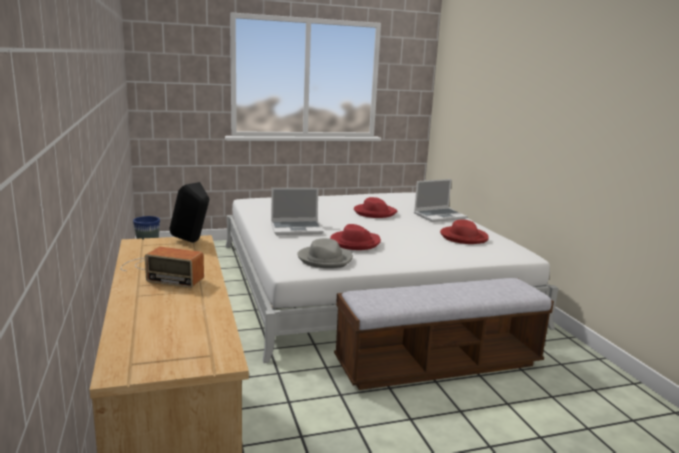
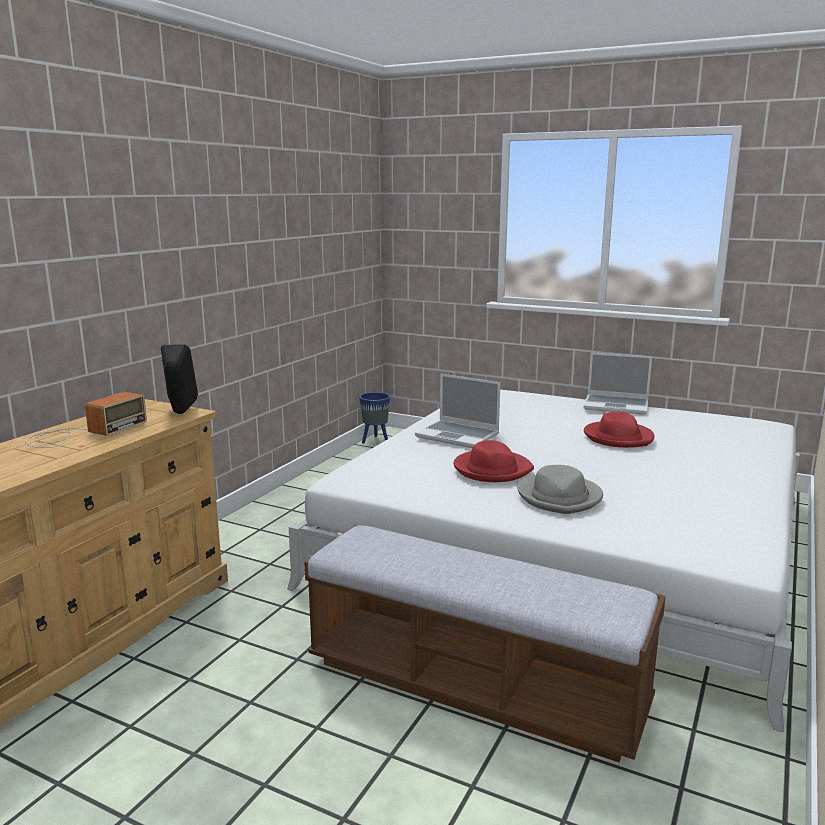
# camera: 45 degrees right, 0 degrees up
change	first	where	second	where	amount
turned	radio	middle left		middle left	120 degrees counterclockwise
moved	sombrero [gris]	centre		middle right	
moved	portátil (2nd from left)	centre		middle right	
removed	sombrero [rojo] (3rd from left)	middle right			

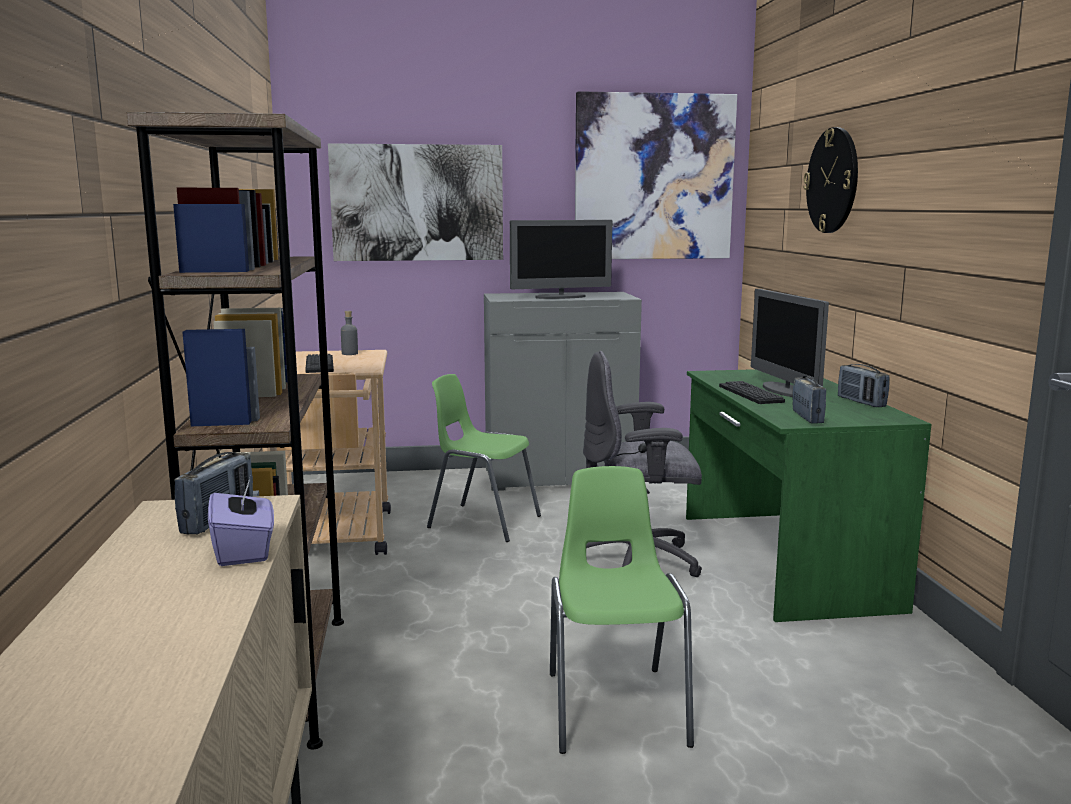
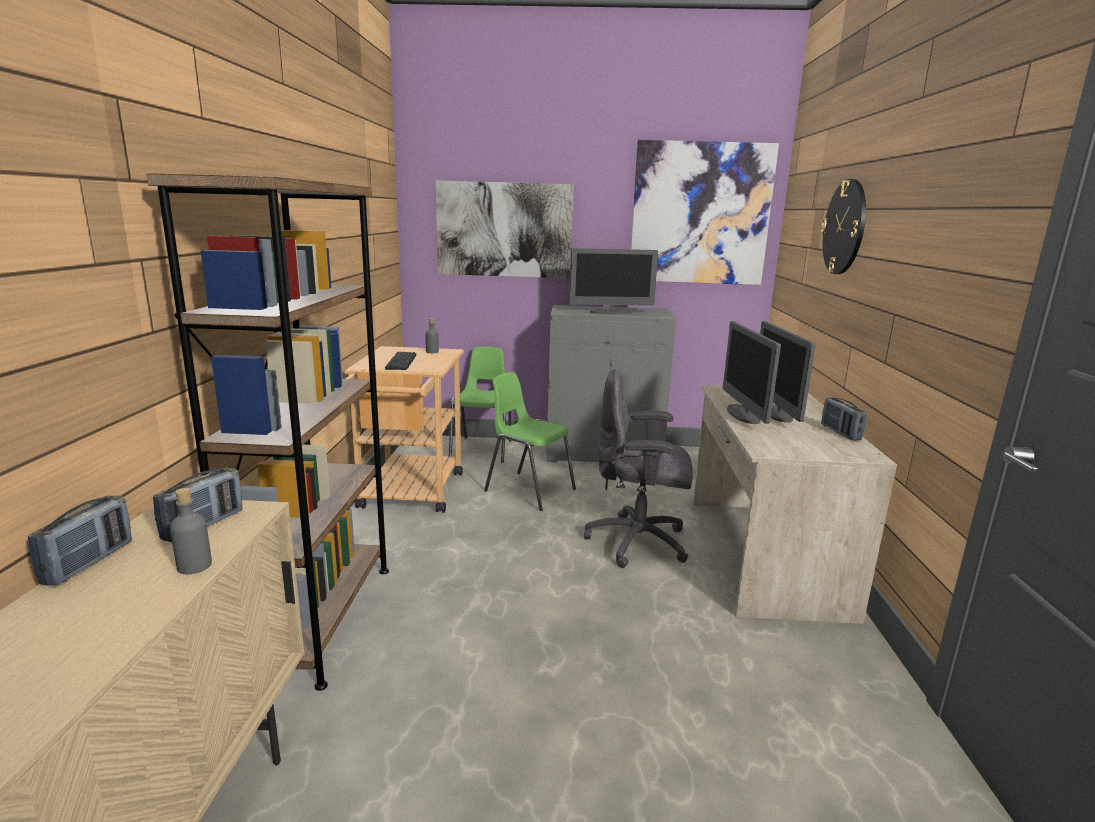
# camera: 10 degrees right, 5 degrees up
change	first	where	second	where	amount
replaced	caja de pañuelos [morado]	middle left	botella [gris] (1st from left)	middle left	
moved	silla [verde] (2nd from left in the first image)	bottom centre	silla [verde] (1st from left)	centre	
recoloured	escritorio [verde]	middle right	escritorio [beis]	middle right	
replaced	teclado (2nd from left)	middle right	monitor (2nd from left)	middle right	
moved	radio (2nd from left in the first image)	middle right	radio (1st from left)	middle left	

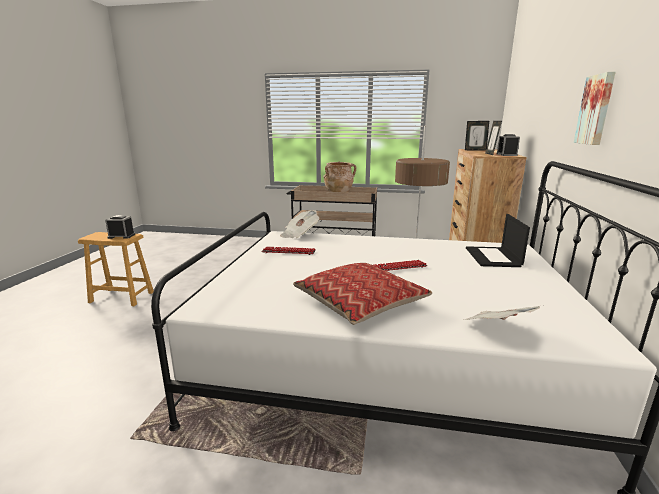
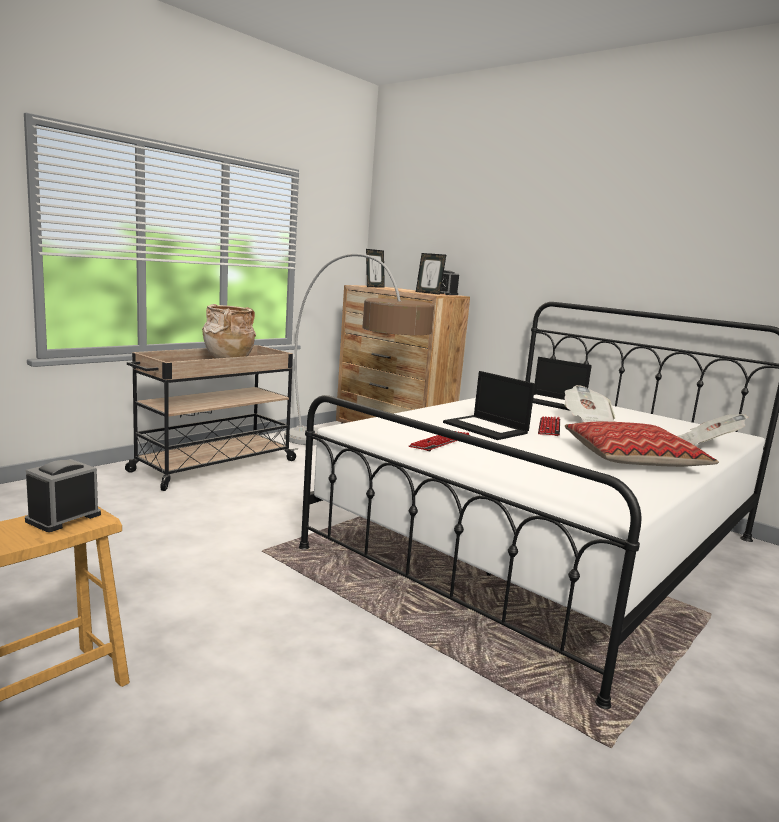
# camera: 60 degrees left, 5 degrees down
change	first	where	second	where	amount
moved	periódico (1st from left)	centre		middle right	
removed	cuadro	top right			
added			portátil (1st from left)	centre	

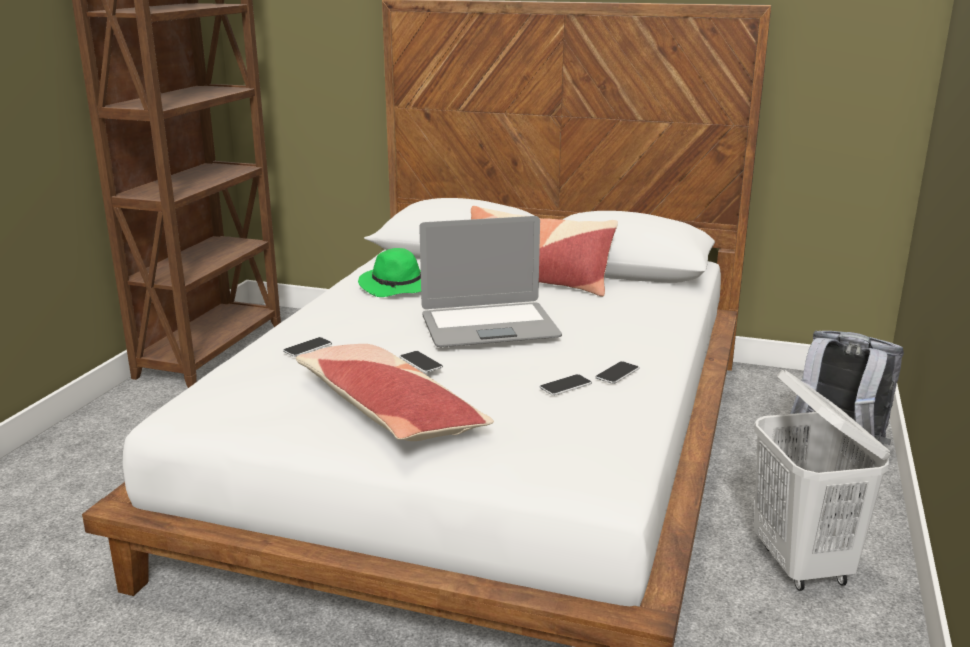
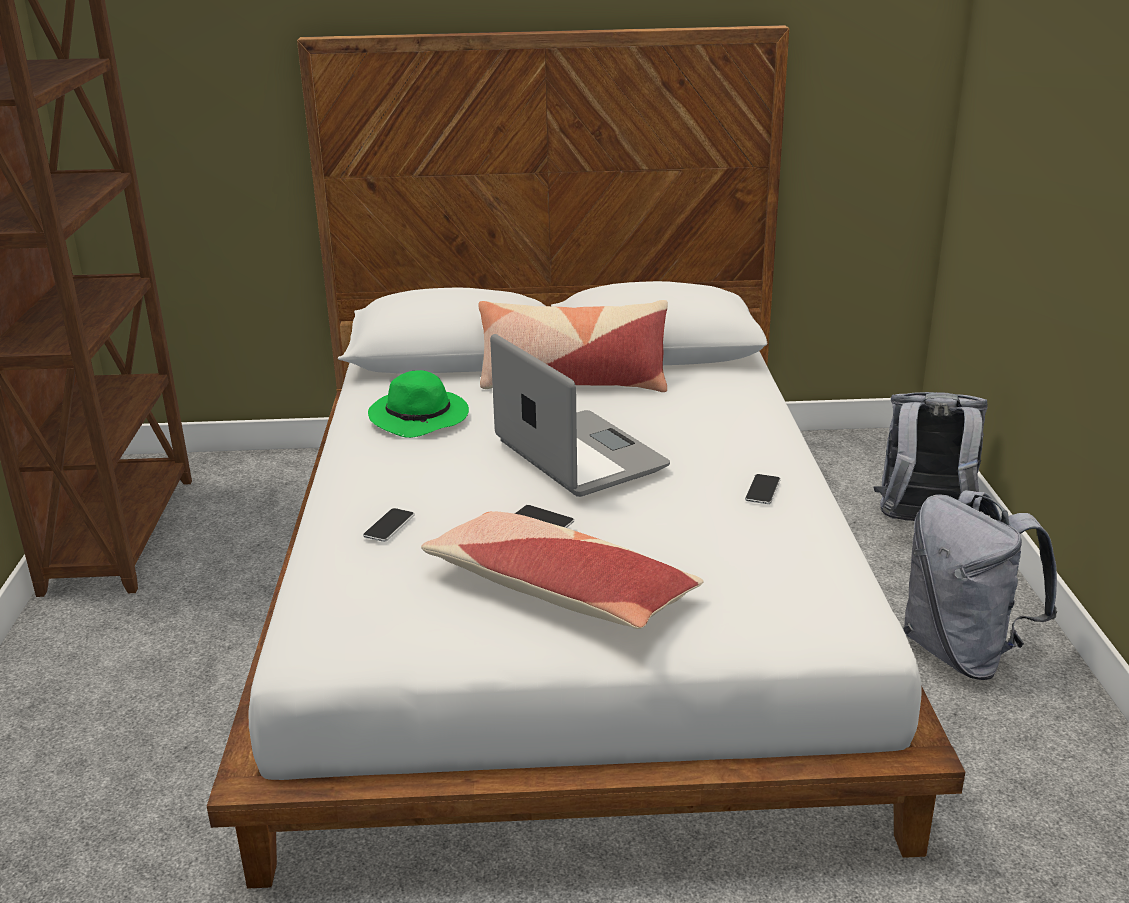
# camera: 20 degrees left, 5 degrees up
change	first	where	second	where	amount
turned	portátil	centre		centre	90 degrees counterclockwise
removed	móvil (3rd from left)	centre			
replaced	cesto de la ropa [blanco]	bottom right	mochila [gris] (2nd from left)	middle right	

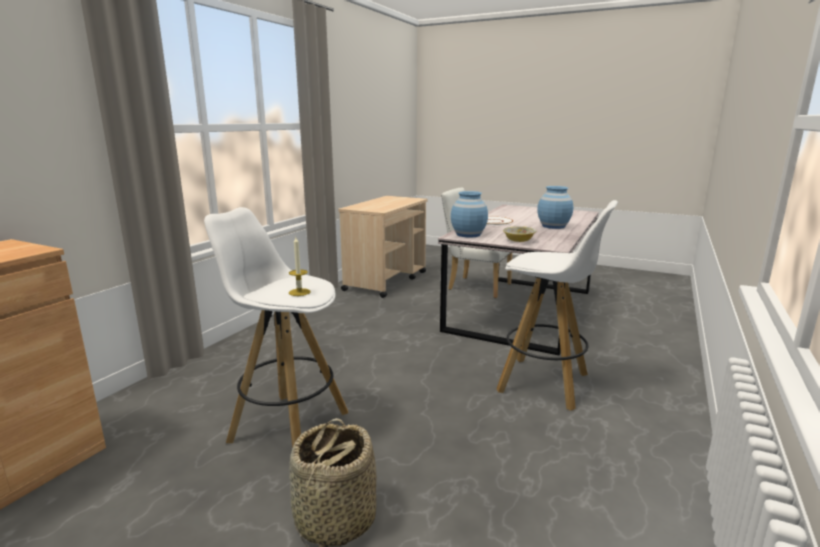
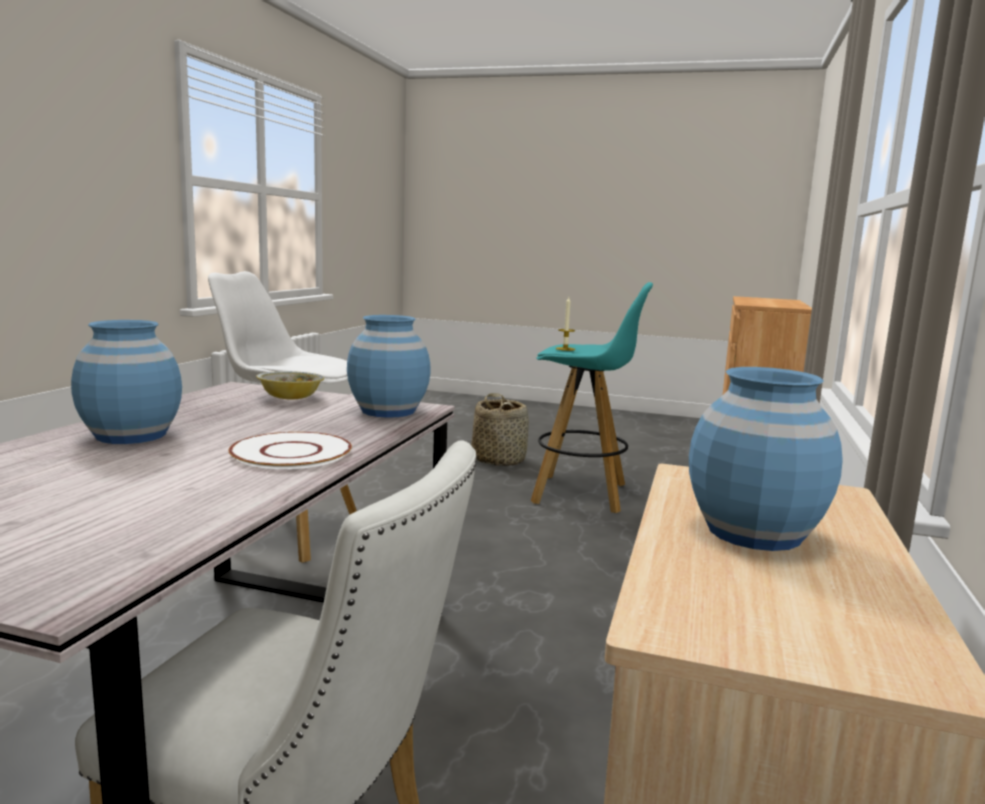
# camera: 170 degrees right, 5 degrees down
change	first	where	second	where	amount
recoloured	taburete [blanco] (1st from left)	centre	taburete [turquesa]	centre	
added			florero [azul] (3rd from left)	middle right	

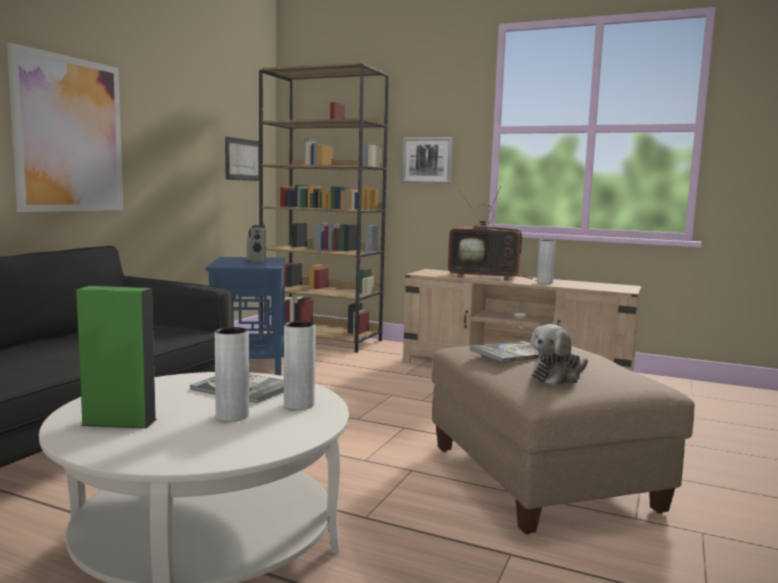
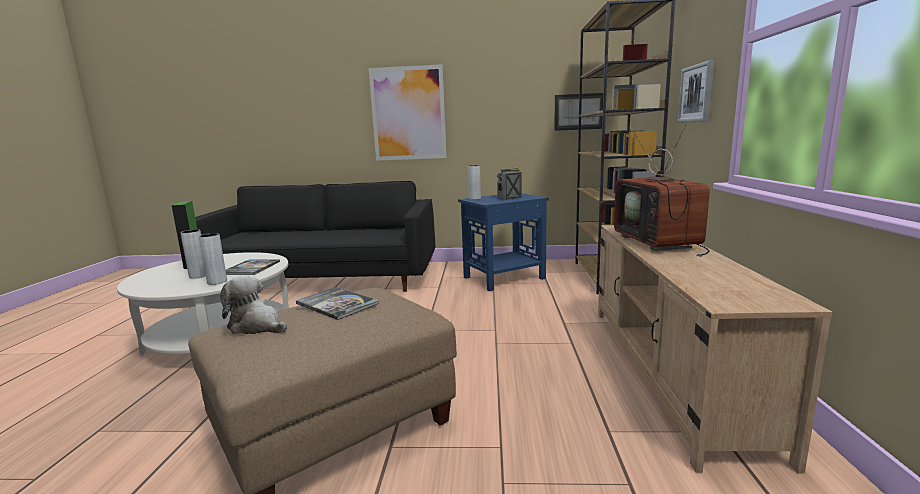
# camera: 70 degrees right, 5 degrees up
change	first	where	second	where	amount
moved	florero [gris] (3rd from left)	middle right		centre	

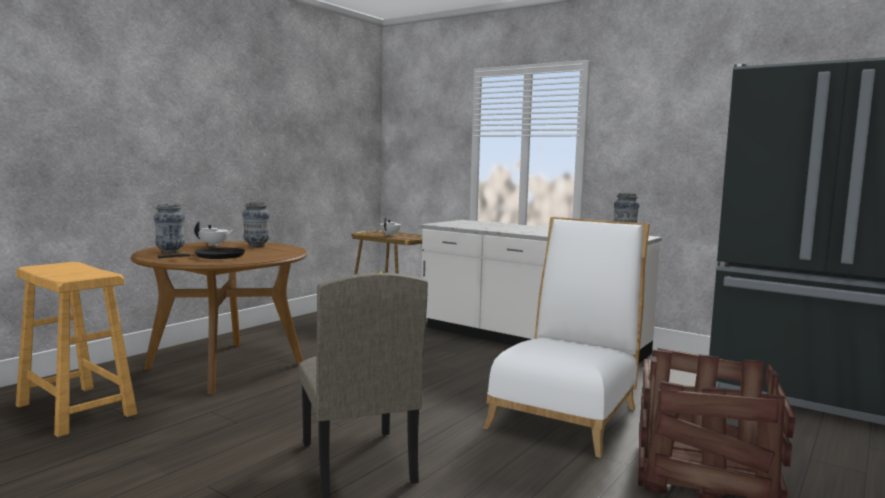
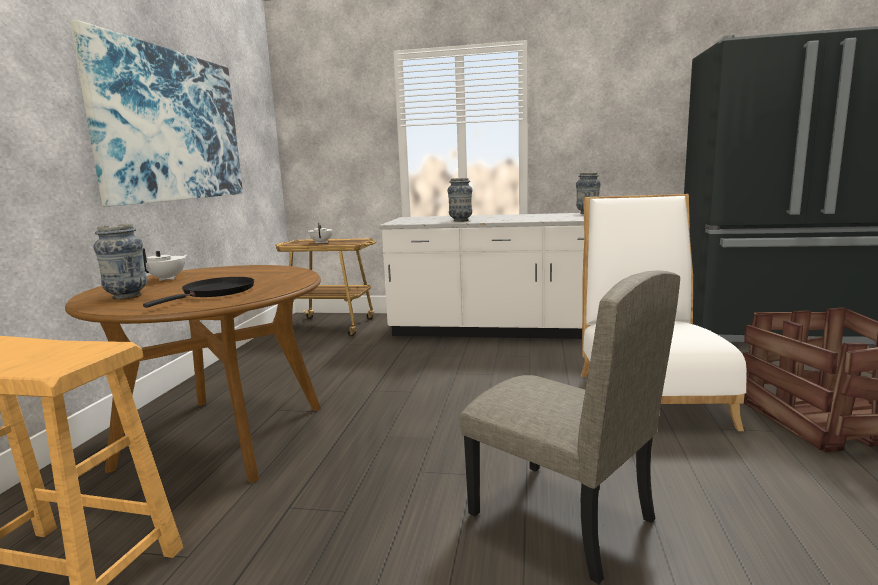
# camera: 25 degrees left, 5 degrees up
change	first	where	second	where	amount
moved	florero (2nd from left)	middle left		centre	
added			cuadro	top left	

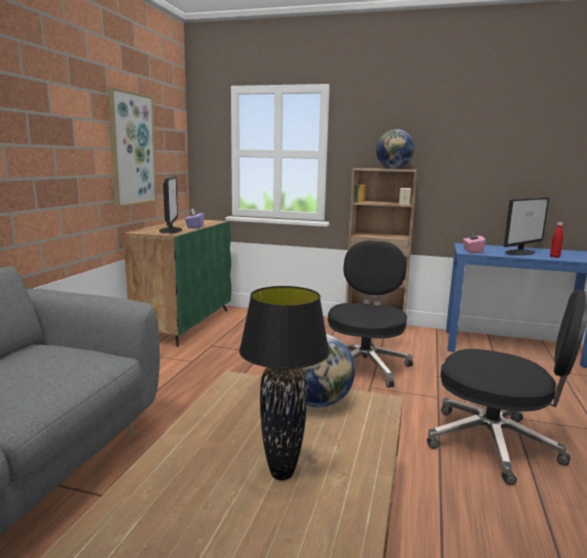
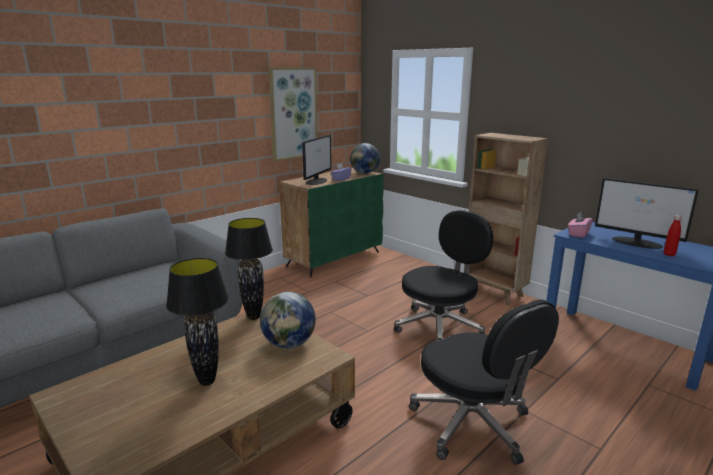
# camera: 30 degrees right, 5 degrees up
change	first	where	second	where	amount
moved	globo terráqueo (2nd from left)	top right		top centre	
turned	monitor (2nd from left)	middle right		middle right	45 degrees clockwise
added			lámpara de mesa [negro] (2nd from left)	centre	

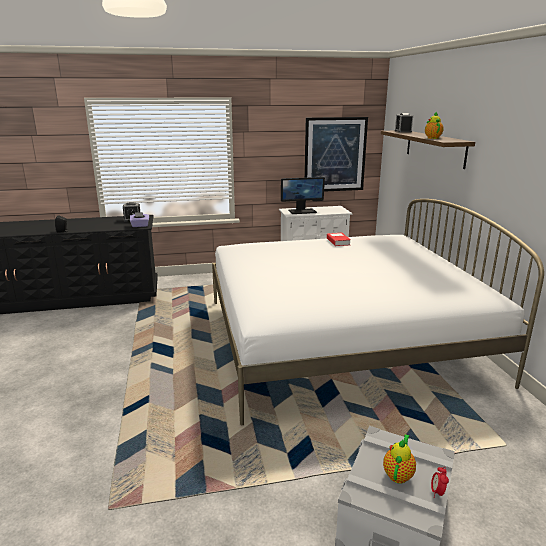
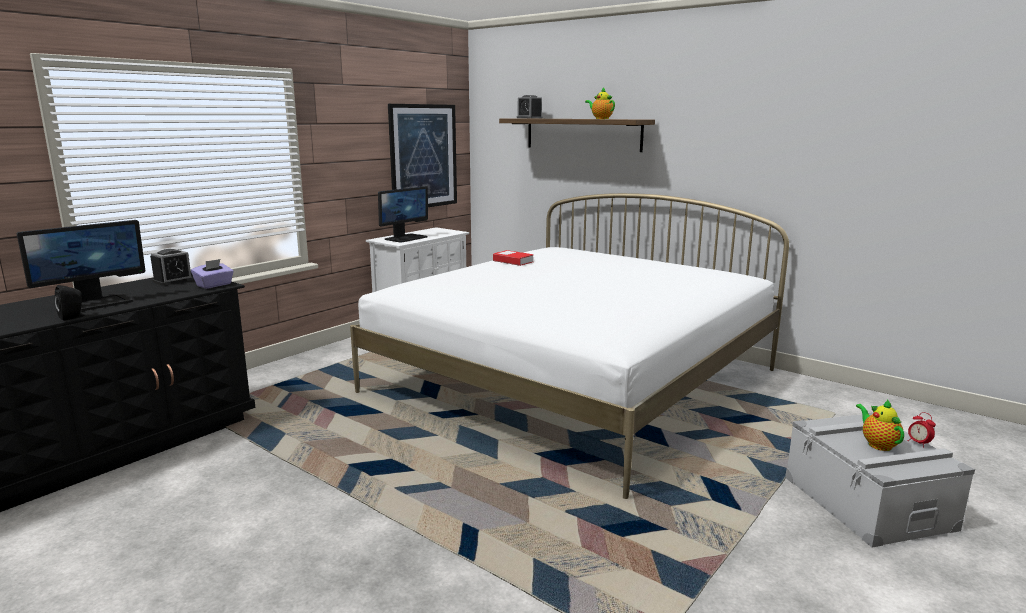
# camera: 40 degrees left, 5 degrees down
change	first	where	second	where	amount
added			monitor (1st from left)	middle left	

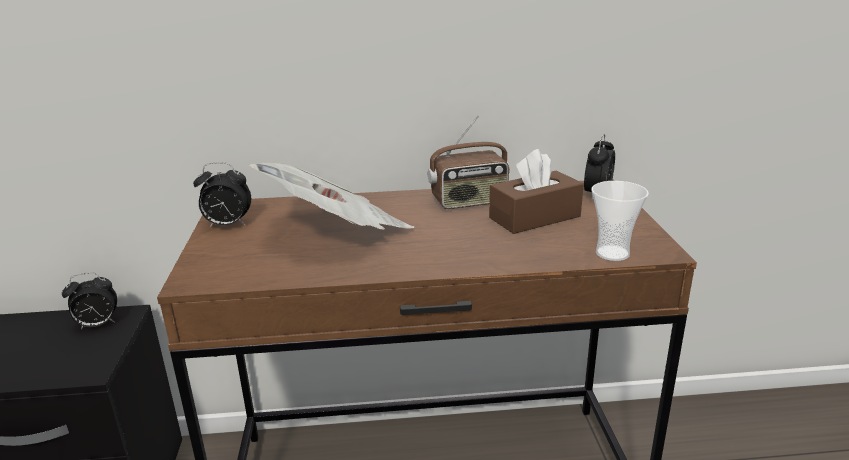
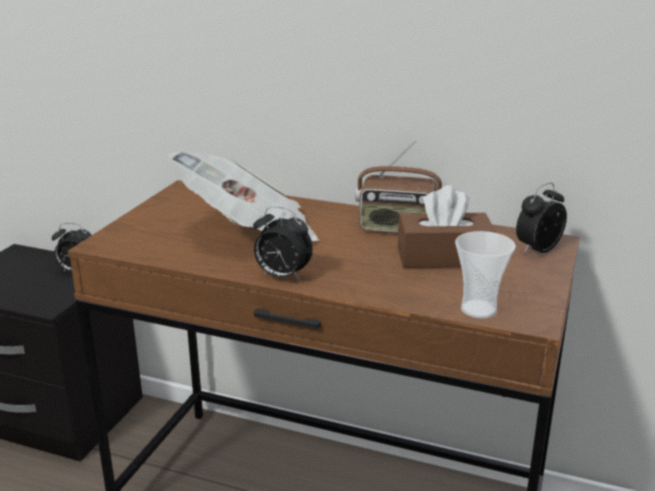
# camera: 25 degrees right, 0 degrees up
change	first	where	second	where	amount
moved	despertador (2nd from left)	middle left		centre	

